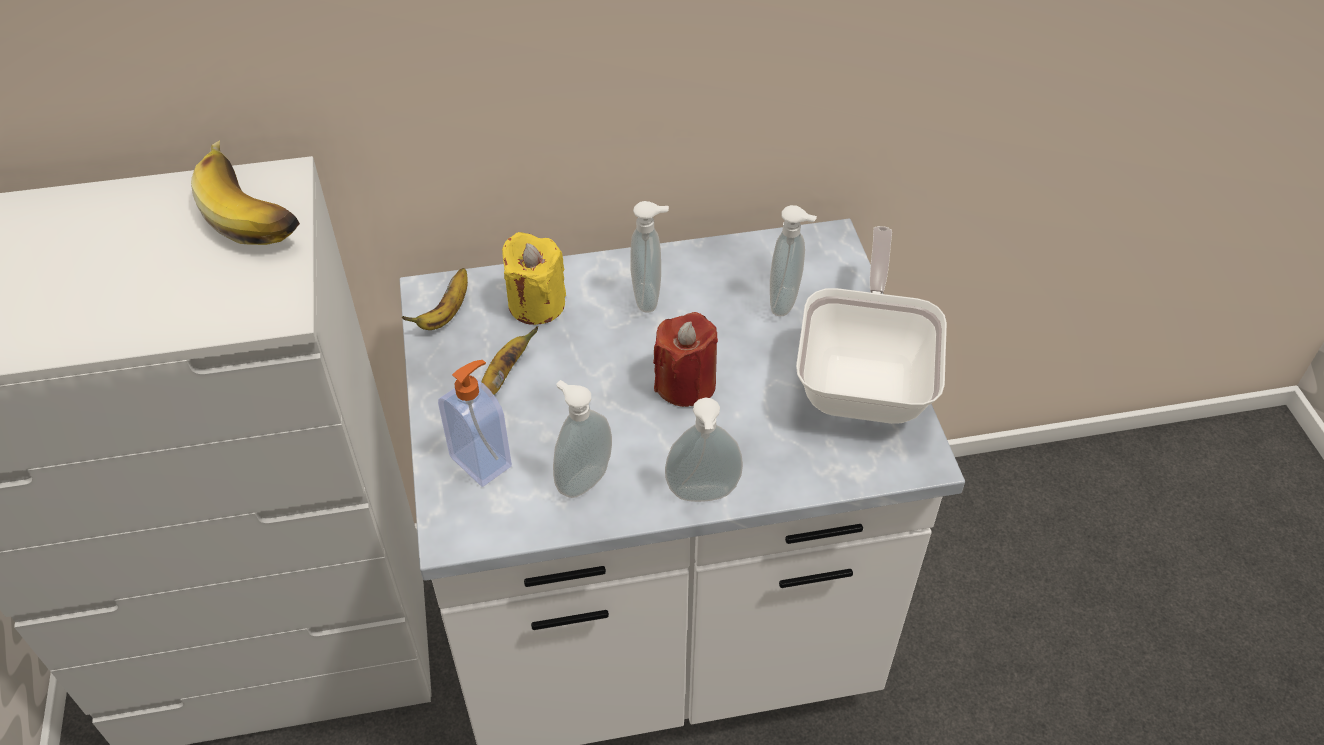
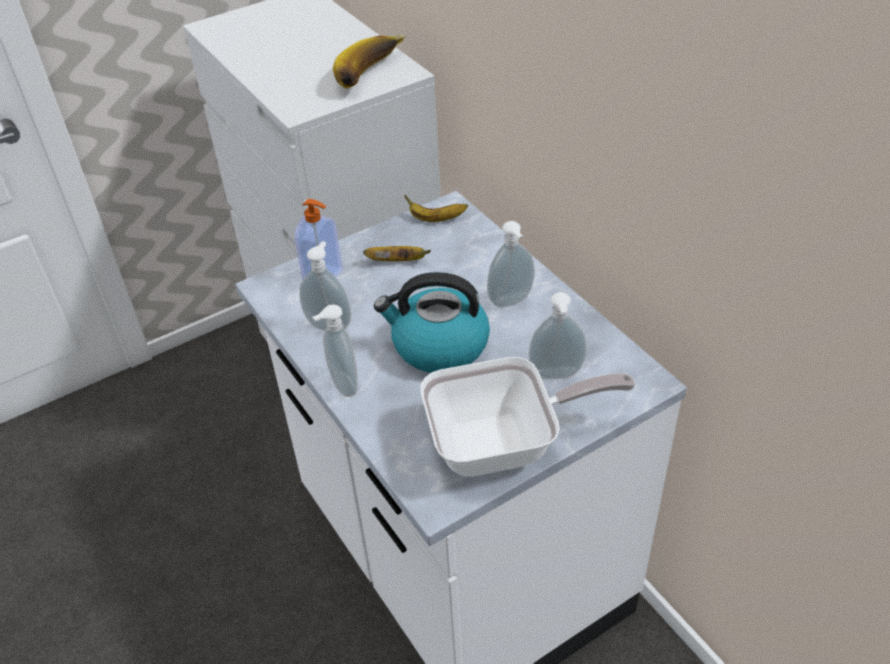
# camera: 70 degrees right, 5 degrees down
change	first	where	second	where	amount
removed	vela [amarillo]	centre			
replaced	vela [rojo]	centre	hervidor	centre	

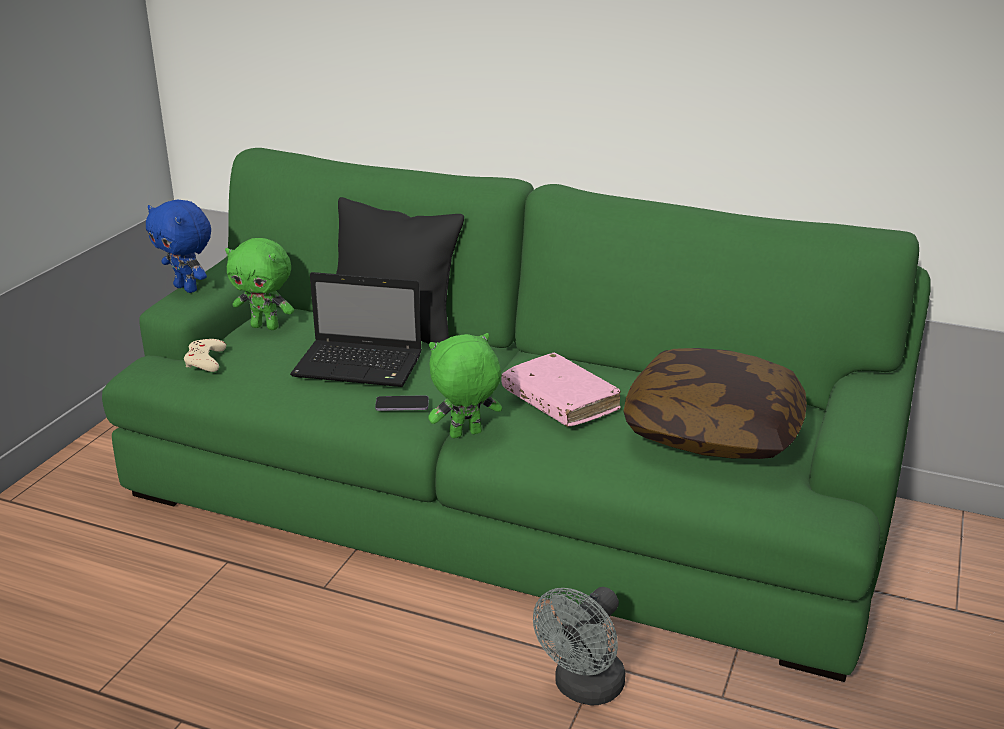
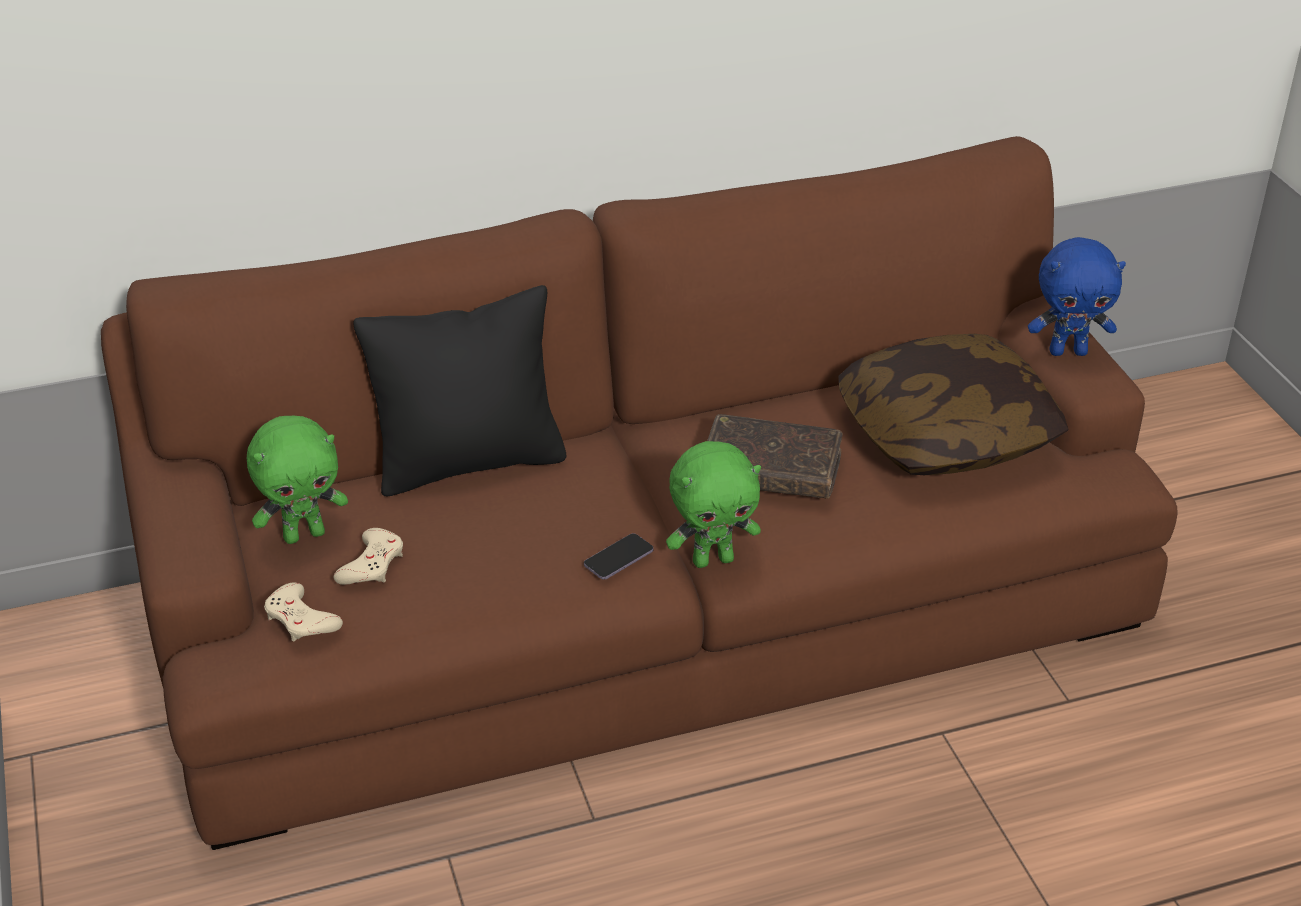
# camera: 40 degrees left, 10 degrees up
change	first	where	second	where	amount
recoloured	sofá [verde]	centre	sofá [marrón]	centre	
moved	peluche [azul]	middle left		top right	
removed	portátil	centre			
turned	peluche [verde] (2nd from left)	centre		centre	135 degrees counterclockwise
recoloured	libro [rosa]	centre	libro [marrón]	centre	
removed	ventilador [gris]	bottom centre			
added			mando de consola [beis] (2nd from left)	middle left	

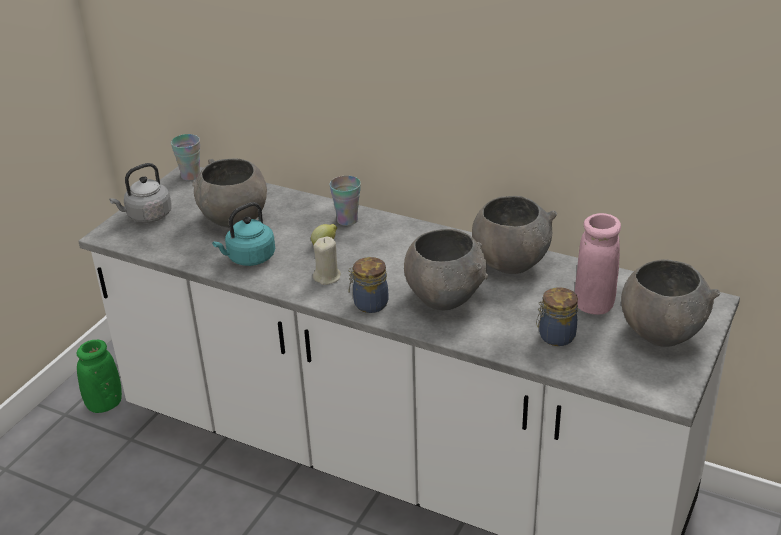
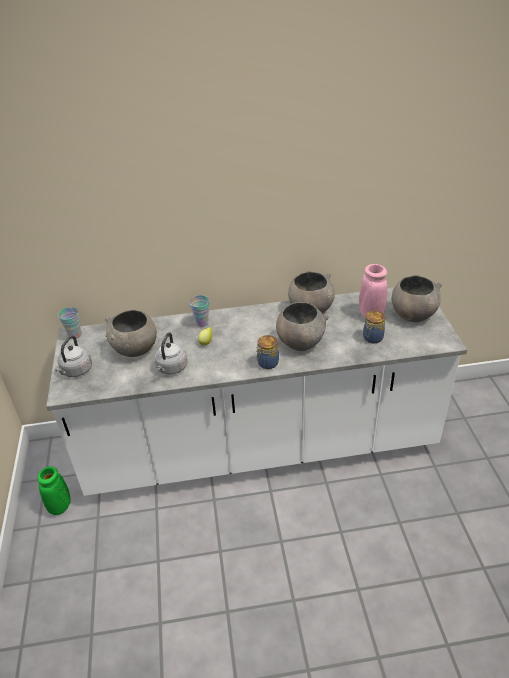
# camera: 35 degrees left, 5 degrees up
change	first	where	second	where	amount
recoloured	hervidor [turquesa]	middle left	hervidor [gris] (2nd from left)	centre	
removed	vela [beis]	centre			

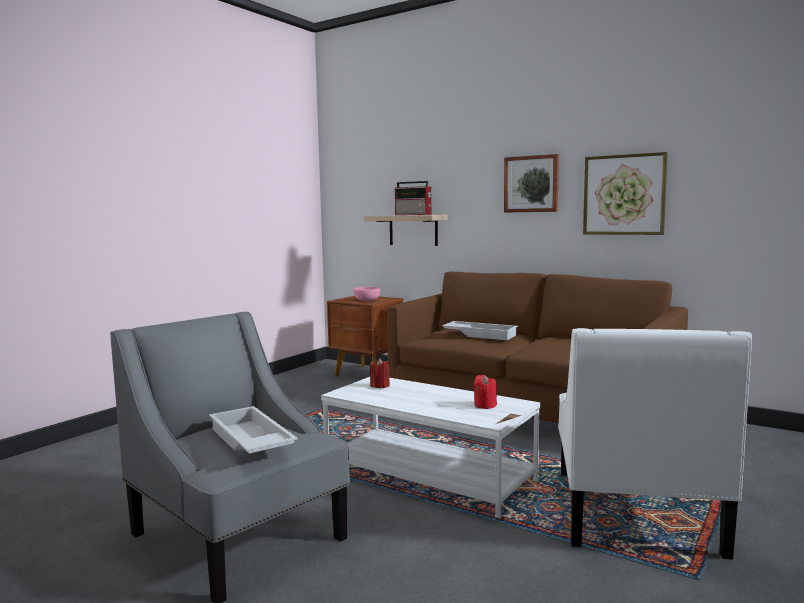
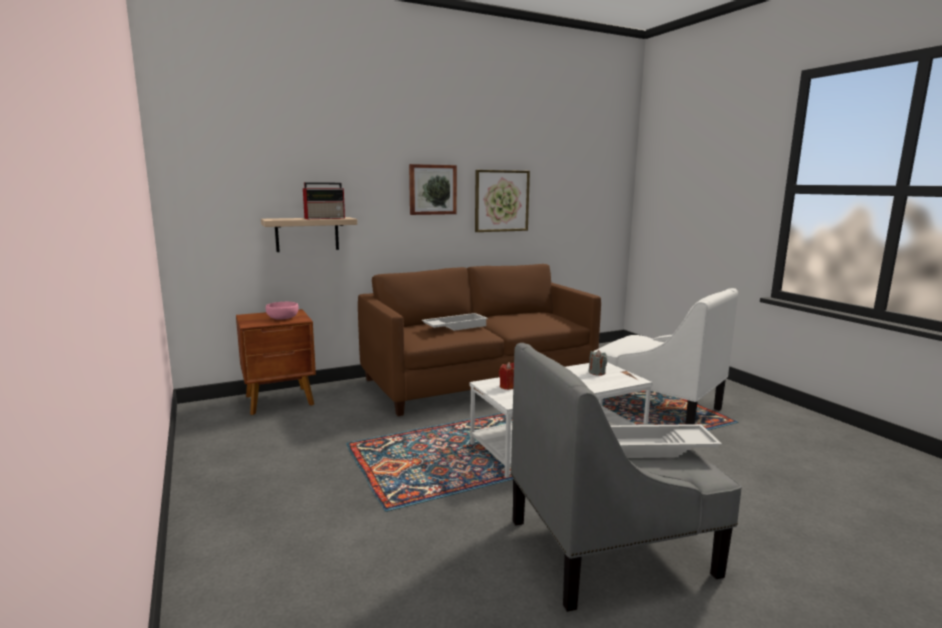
# camera: 60 degrees left, 5 degrees up
change	first	where	second	where	amount
recoloured	vela [rojo] (2nd from left)	centre	vela [gris]	centre	

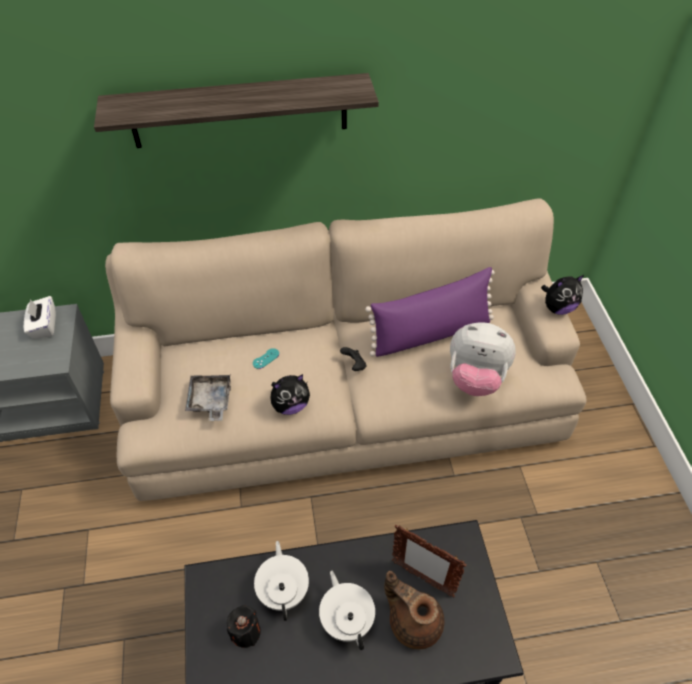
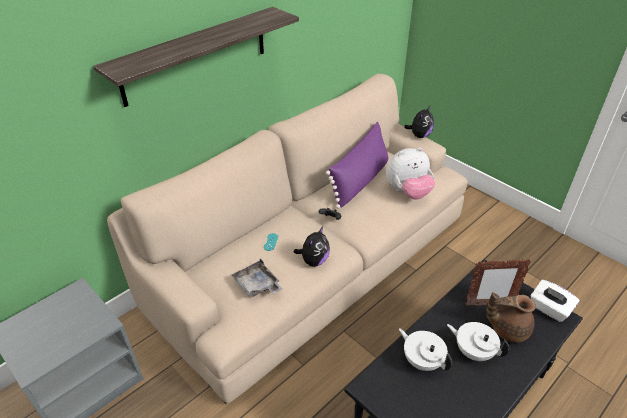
# camera: 35 degrees left, 10 degrees down
change	first	where	second	where	amount
moved	caja de pañuelos [blanco]	middle left		bottom right	
removed	vela [negro]	bottom centre			

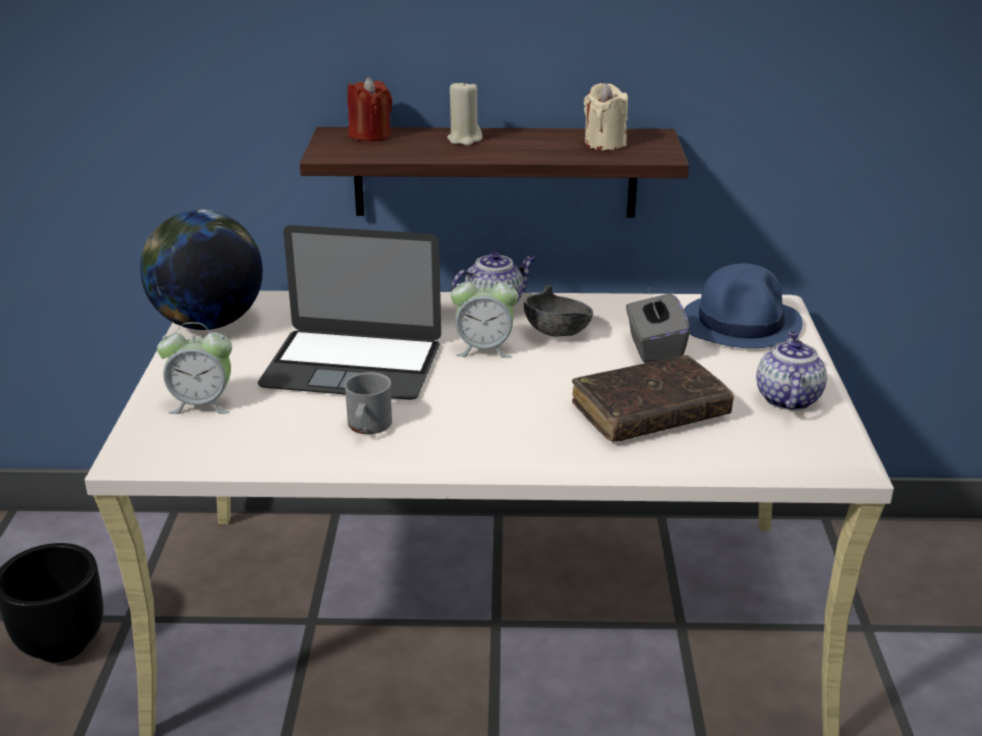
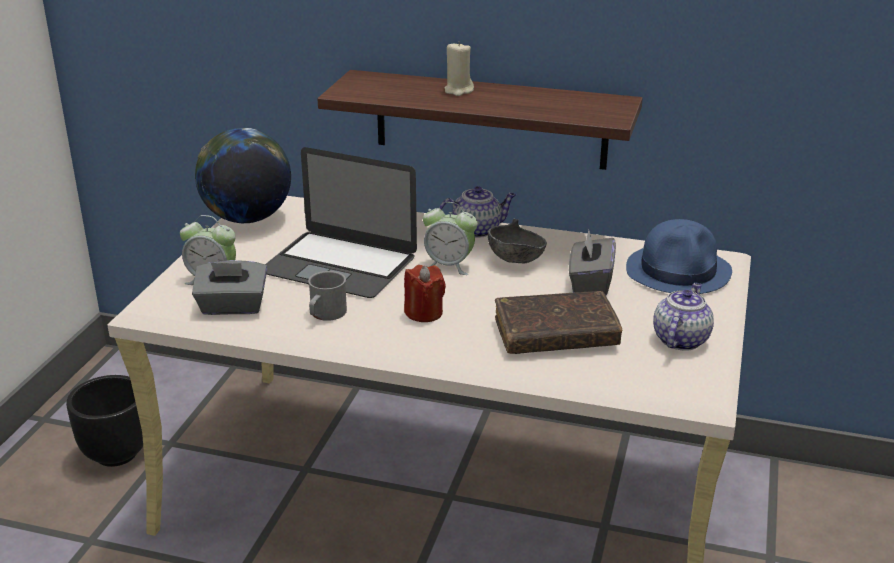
# camera: 15 degrees right, 0 degrees up
change	first	where	second	where	amount
moved	vela [rojo]	top centre		centre	
removed	vela [beis] (2nd from left)	top centre			
added			caja de pañuelos [gris] (1st from left)	middle left	

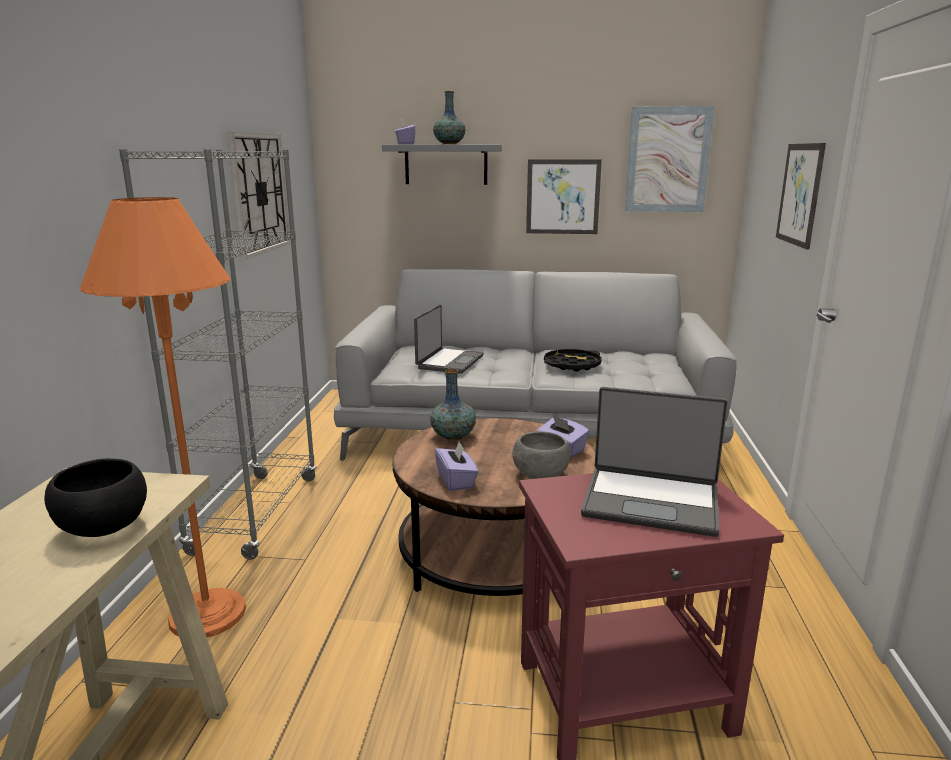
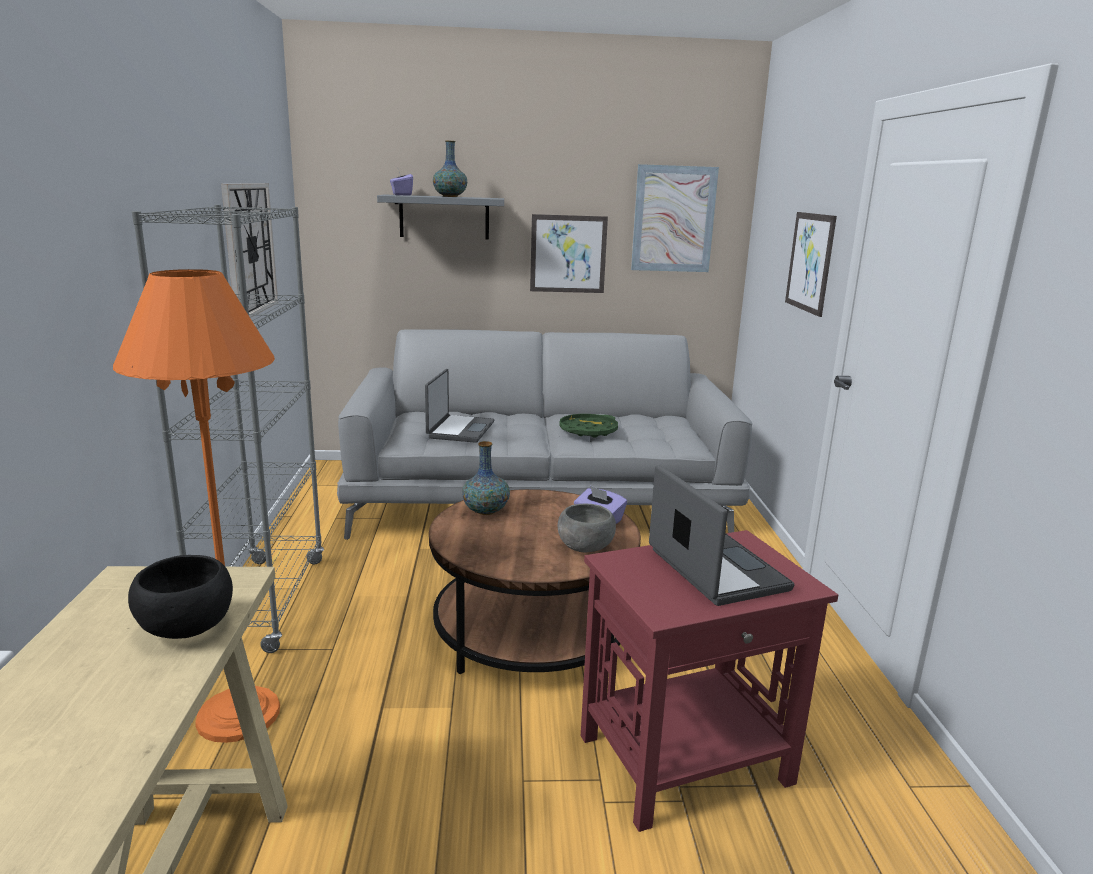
# camera: 10 degrees left, 0 degrees up
change	first	where	second	where	amount
removed	caja de pañuelos [morado] (2nd from left)	centre			
recoloured	bandeja [negro]	centre	bandeja [verde]	centre	
turned	portátil (2nd from left)	middle right		centre	120 degrees counterclockwise

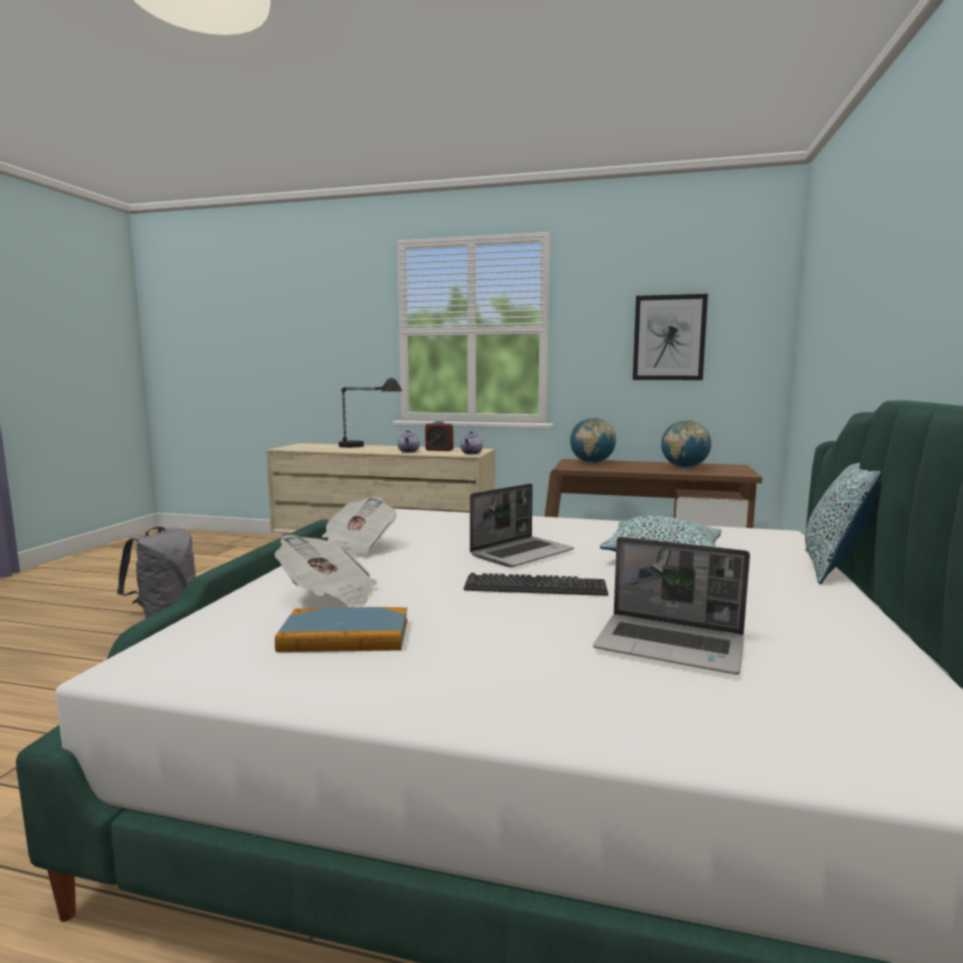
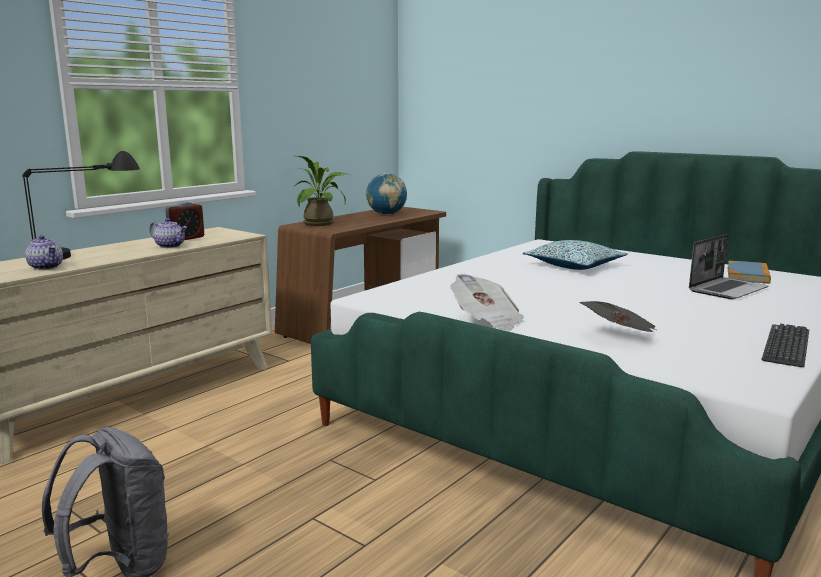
# camera: 65 degrees left, 5 degrees up
change	first	where	second	where	amount
moved	libro	centre		middle right	
moved	tetera (2nd from left in the first image)	centre	tetera (1st from left)	middle left	
moved	teclado	centre		middle right	
removed	portátil (1st from left)	centre			
replaced	globo terráqueo (1st from left)	centre	planta en maceta	top centre	
removed	cuadro	middle right			
removed	cojín (2nd from left)	middle right			

